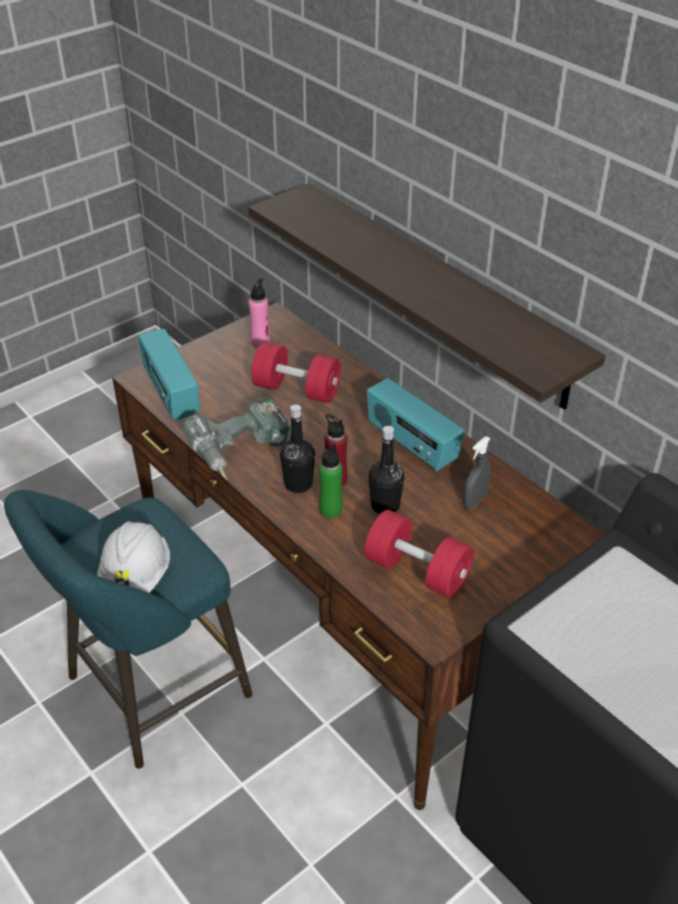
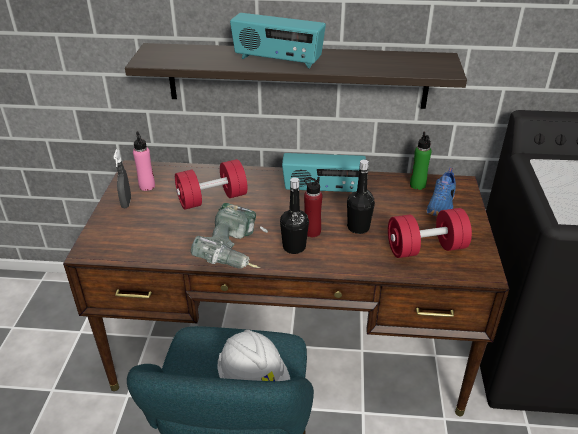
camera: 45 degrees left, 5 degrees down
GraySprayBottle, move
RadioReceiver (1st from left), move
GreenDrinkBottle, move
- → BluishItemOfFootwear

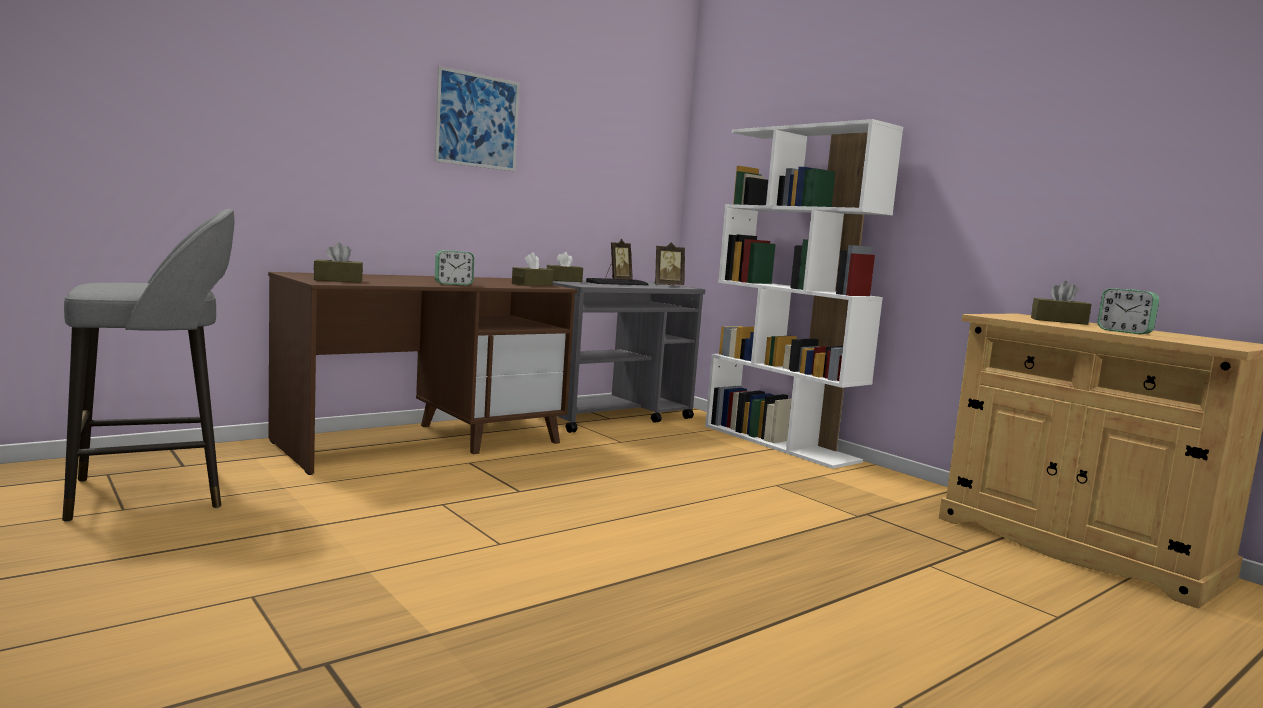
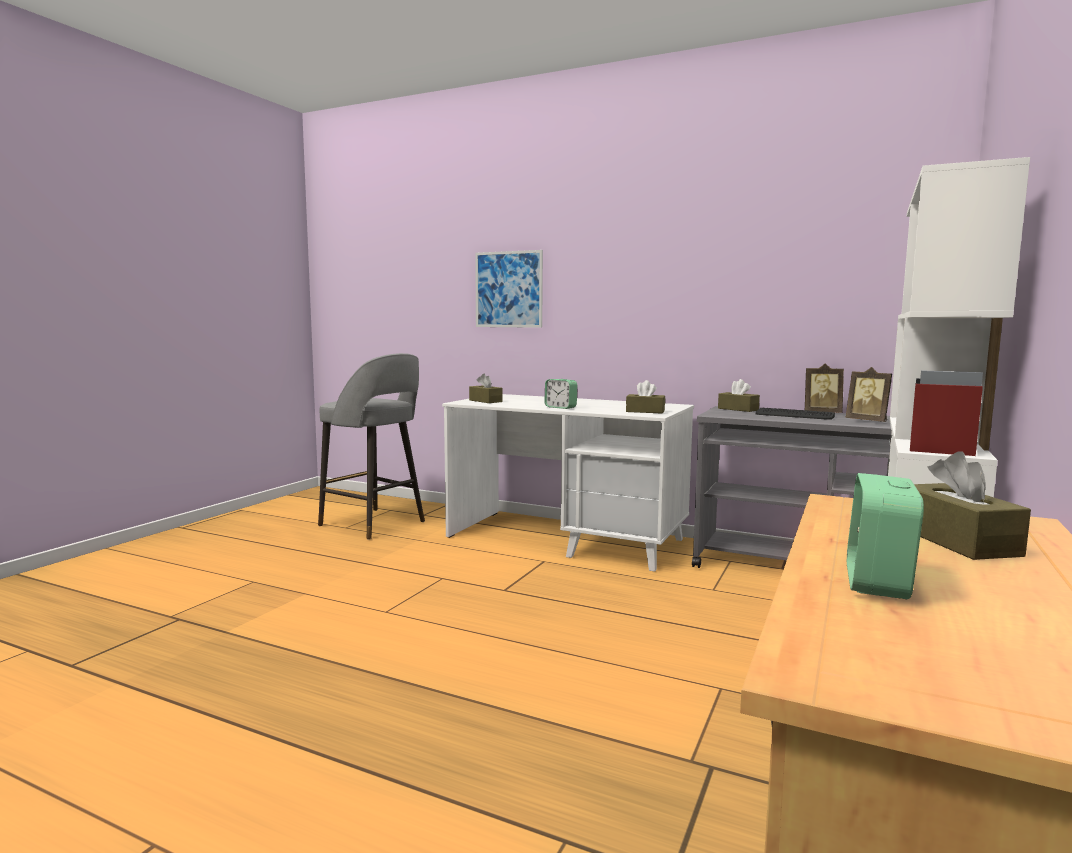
camera: 65 degrees right, 0 degrees up
BrownishDesk → WhiteColouredDesk
WallPicture, move

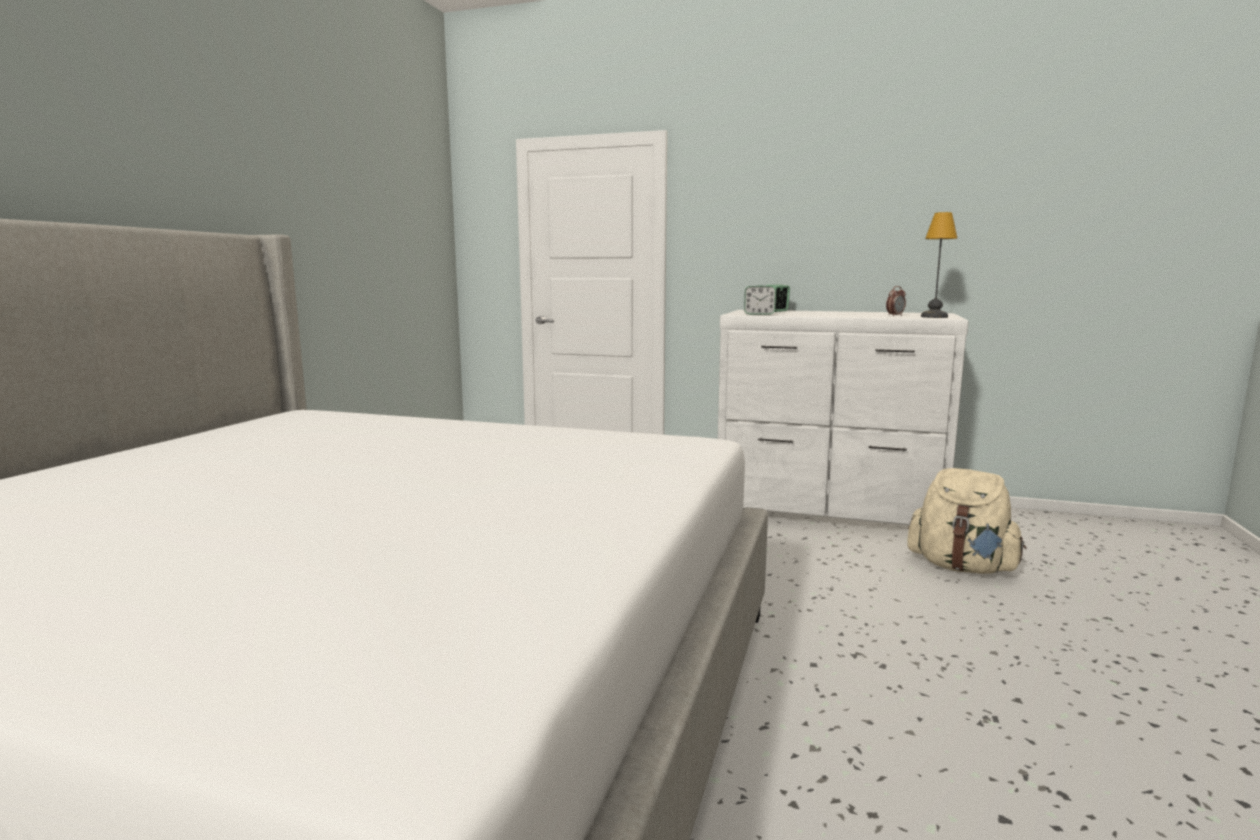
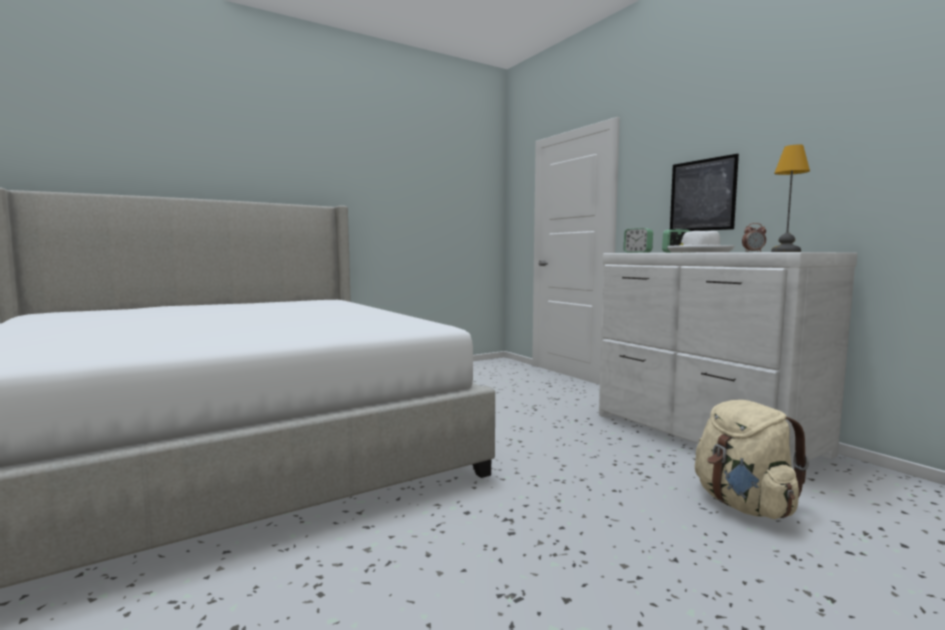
camera: 40 degrees right, 5 degrees down
- → WhiteColouredClothingHat
- → WallPicture

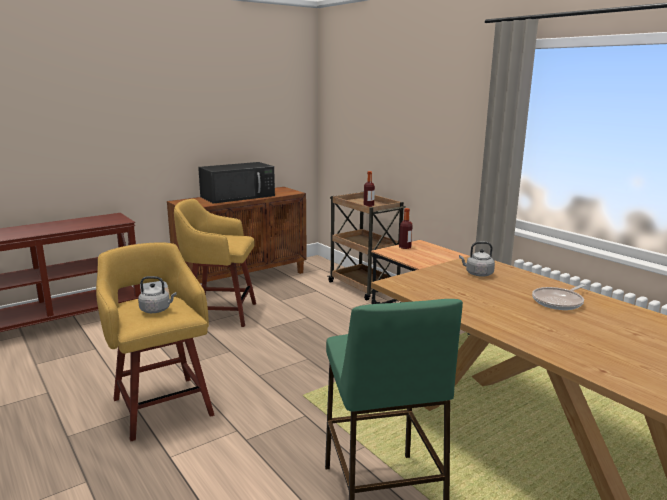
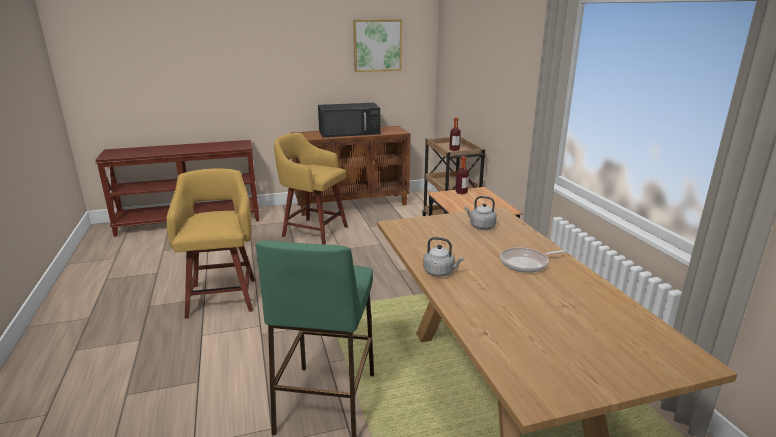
camera: 20 degrees right, 5 degrees up
- → WallPicture
GrayWaterKettle (1st from left), move

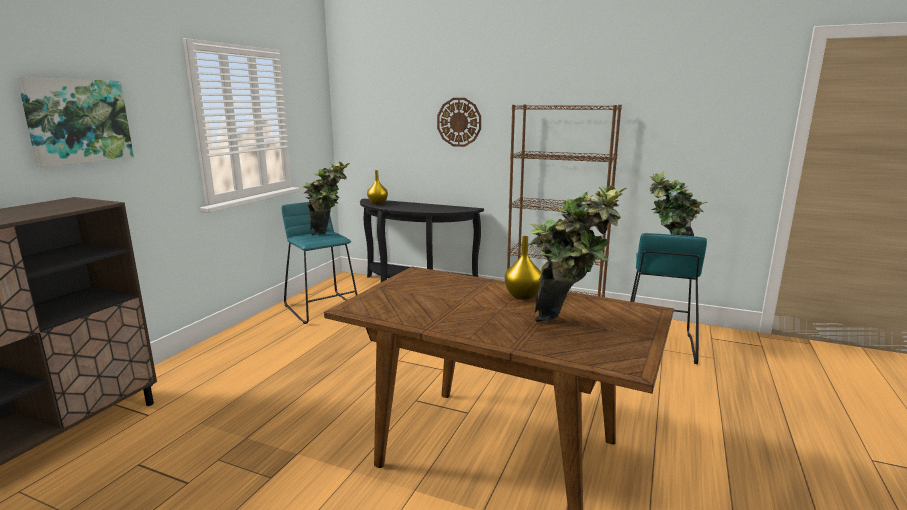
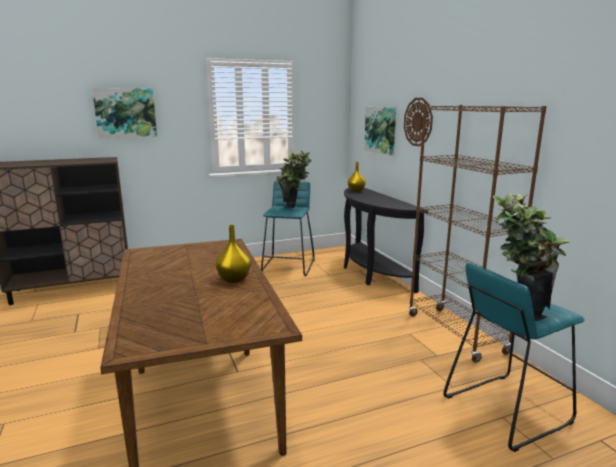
camera: 45 degrees right, 0 degrees up
- → WallPicture (2nd from left)
PlantInAPot (2nd from left) → -

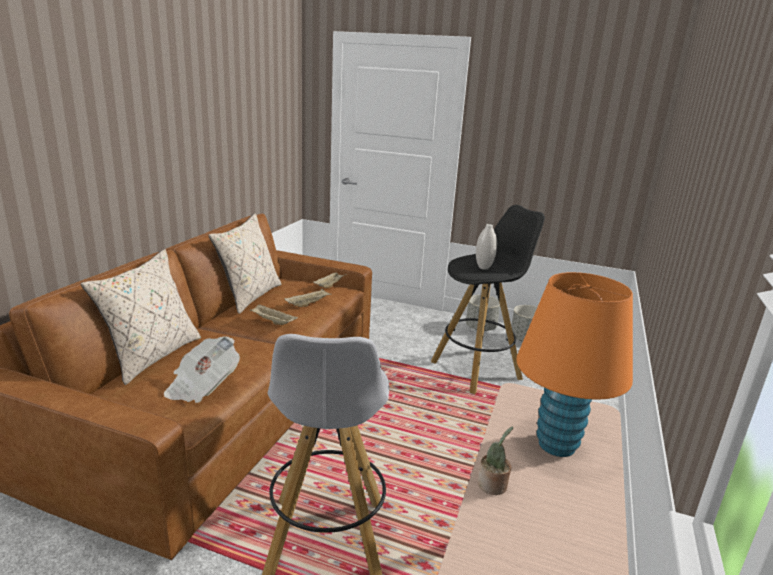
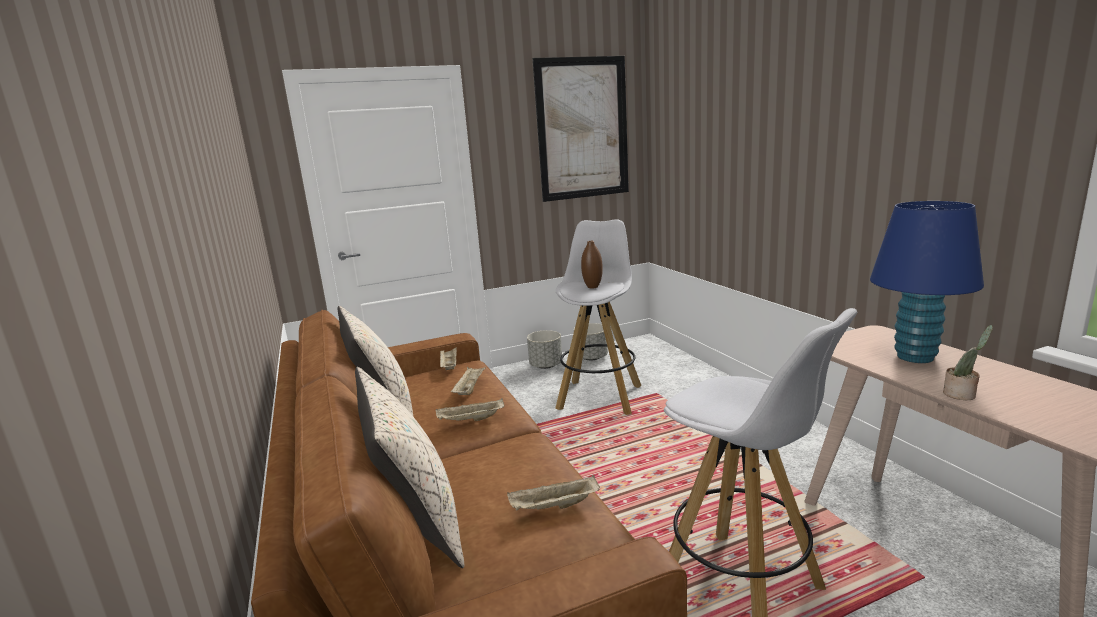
camera: 40 degrees left, 5 degrees down
Newspaper → BeigeCarryingTray (4th from left)
- → WallPicture
BlackStool → WhiteColouredStool (1st from left)
WhiteColouredFlowerVase → BrownishFlowerVase
OrangeLampForATable → BluishLampForATable

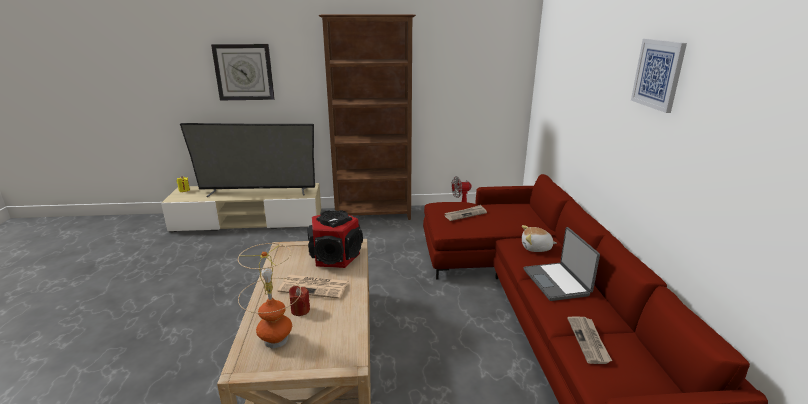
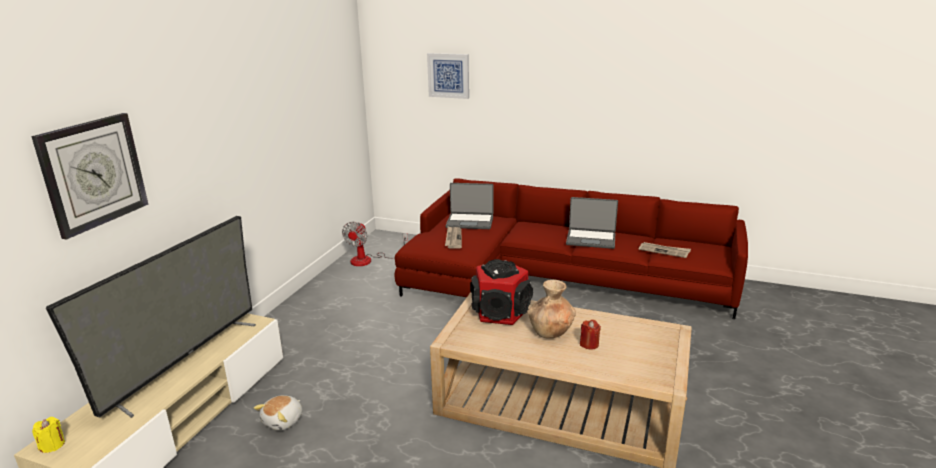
camera: 65 degrees left, 0 degrees up
SoftToy, move
WallPicture, move
- → NotebookComputer (1st from left)
Newspaper (1st from left) → BrownishFlowerVase
LampForATable → -
BrownishBookcase → -

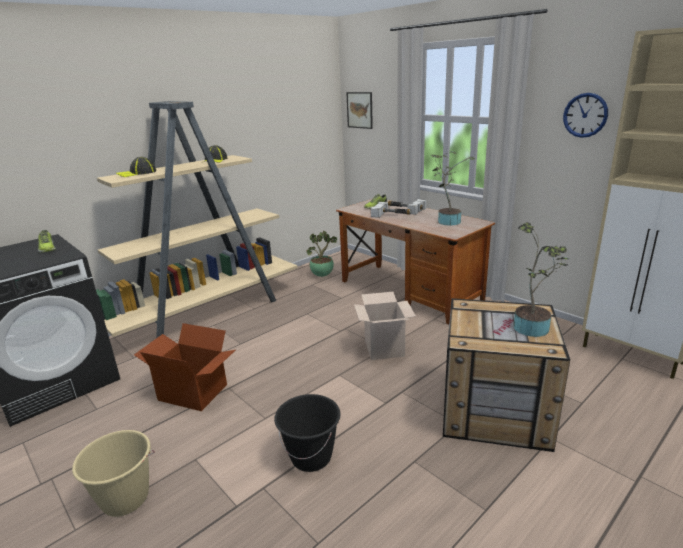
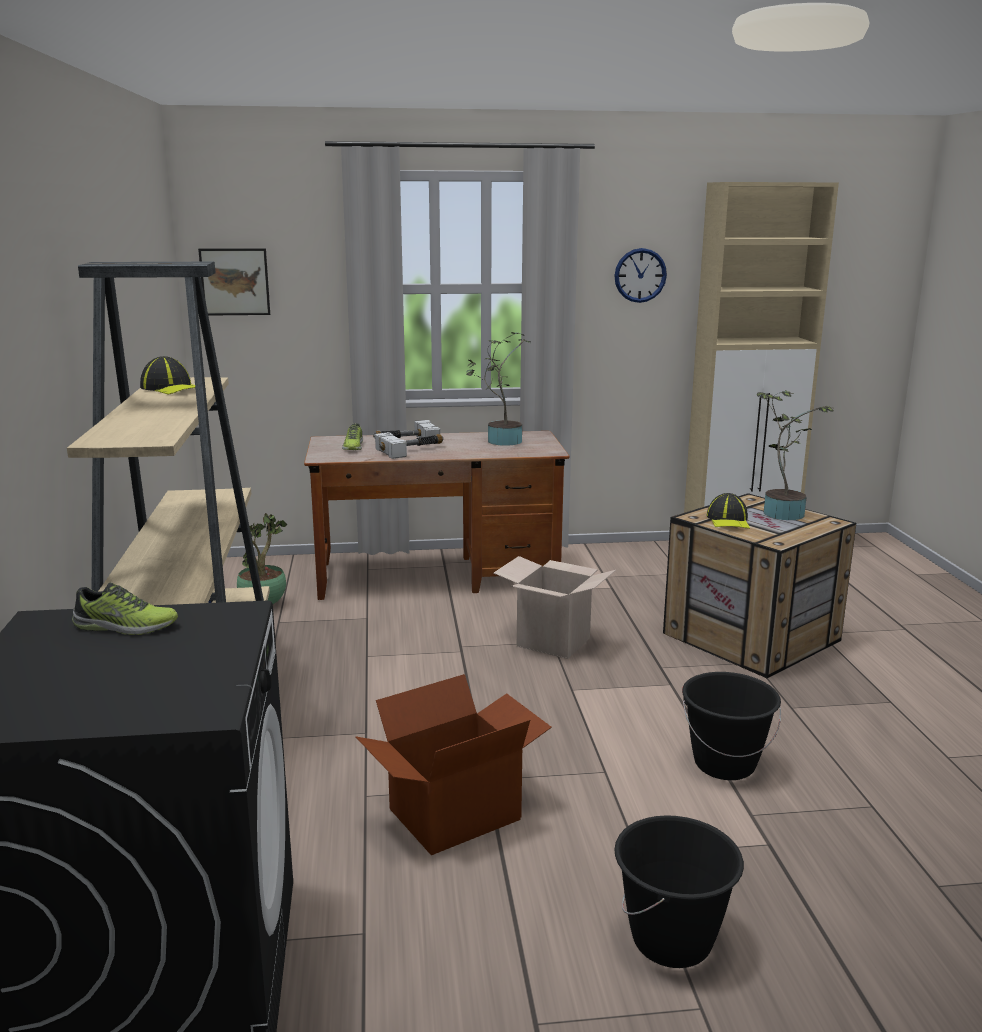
camera: 55 degrees left, 5 degrees down
BeigeWaterBucket → BlackWaterBucket (1st from left)
Cap (1st from left in the first image) → Cap (2nd from left), move

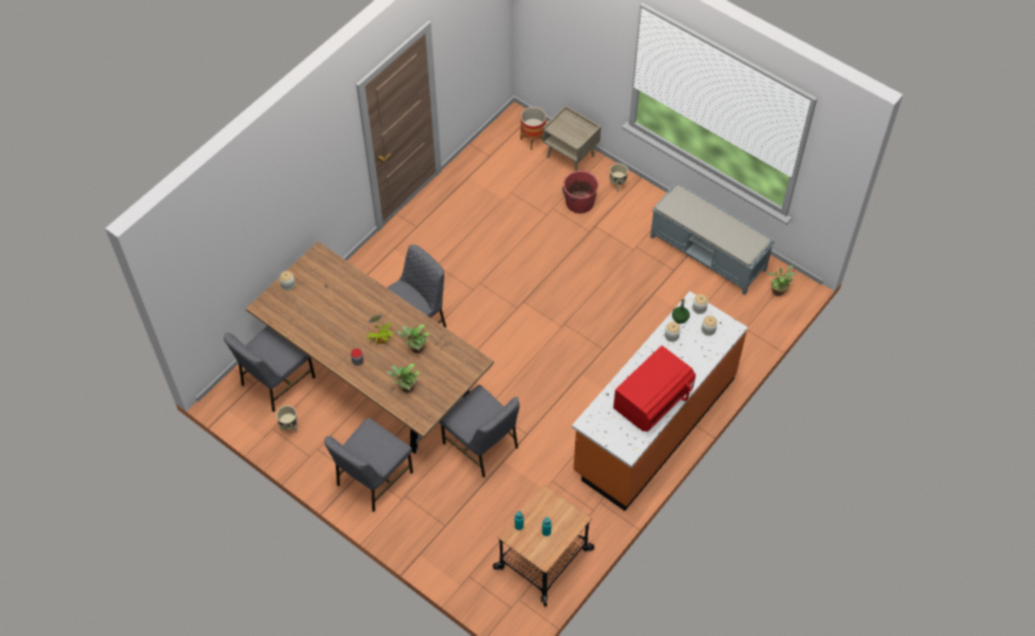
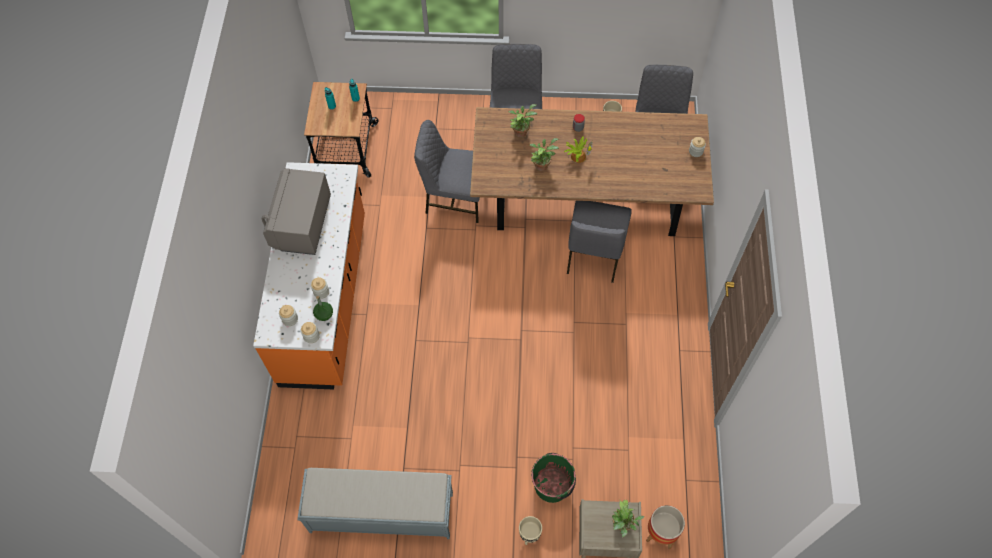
camera: 145 degrees right, 5 degrees up
RedMicrowaveOven → GrayMicrowaveOven
RedWaterBucket → GreenWaterBucket
PlantInAPot (4th from left), move

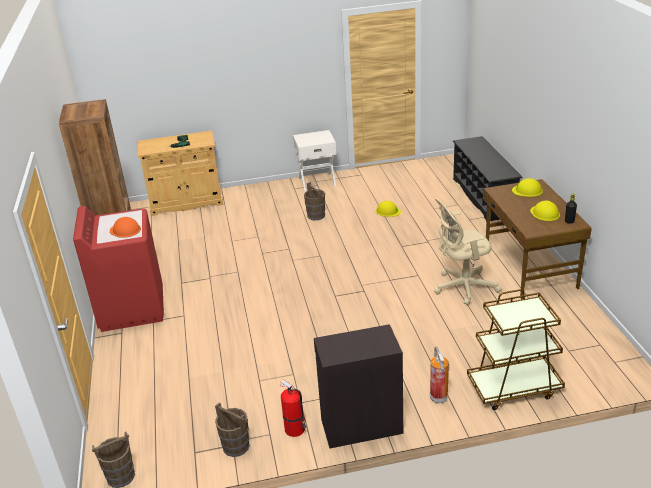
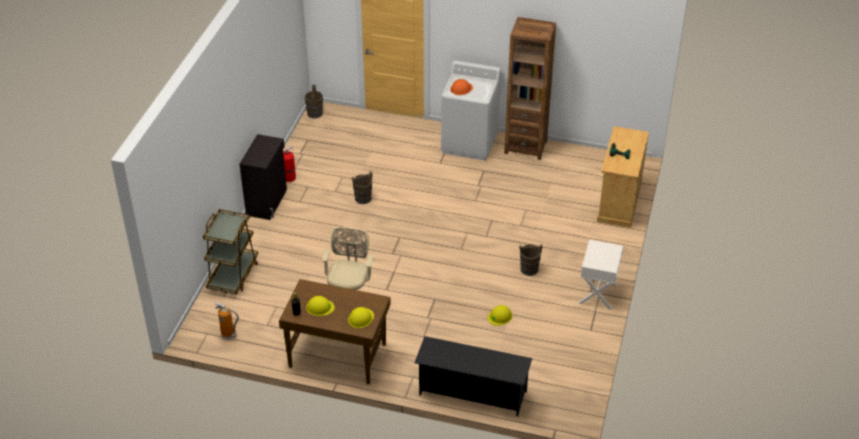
camera: 115 degrees right, 10 degrees up
Extinguisher (2nd from left in the first image) → Extinguisher (1st from left), move
BrownishWaterBucket (2nd from left), move
RedWashingMachine → WhiteColouredWashingMachine

